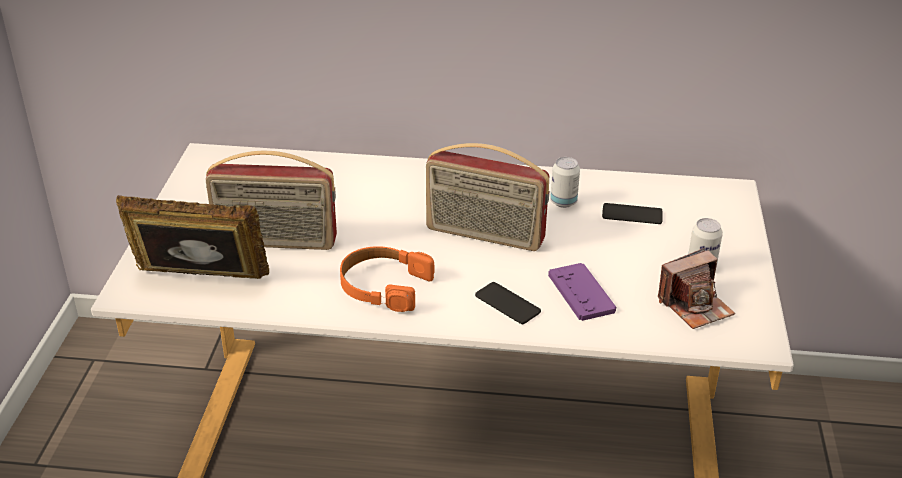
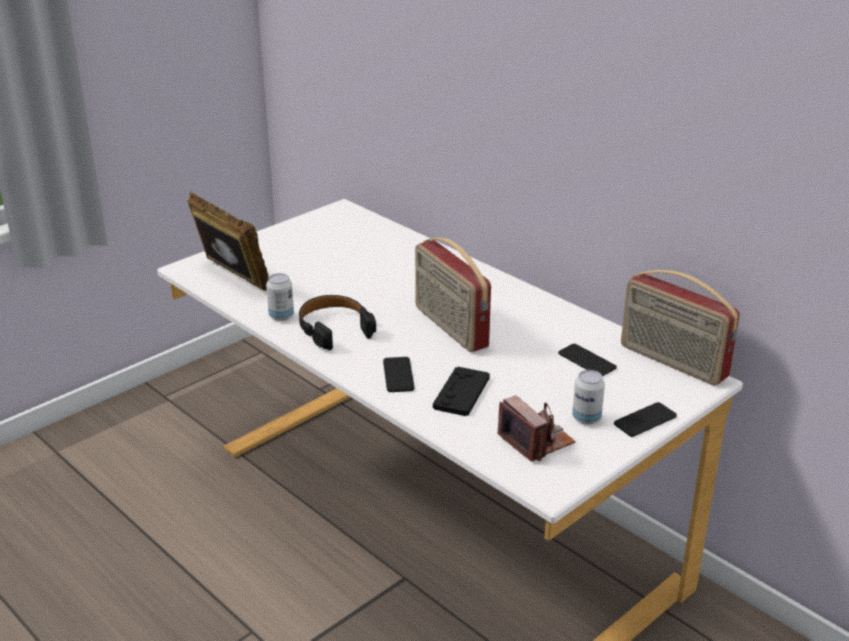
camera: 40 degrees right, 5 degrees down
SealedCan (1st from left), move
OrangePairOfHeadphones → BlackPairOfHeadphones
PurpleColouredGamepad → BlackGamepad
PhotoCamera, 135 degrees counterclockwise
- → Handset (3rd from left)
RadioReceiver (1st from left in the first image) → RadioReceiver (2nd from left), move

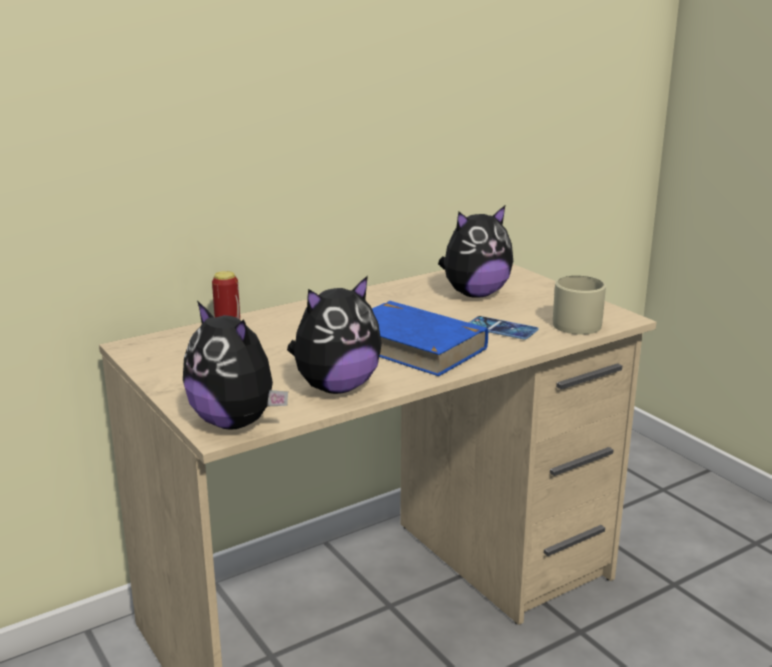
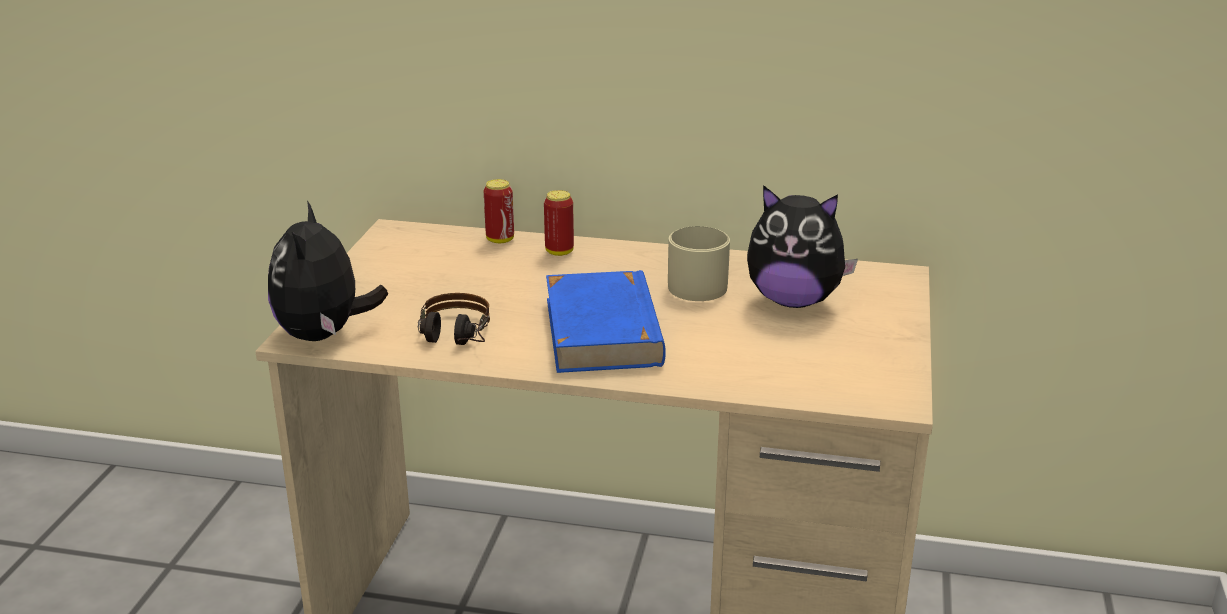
camera: 45 degrees right, 5 degrees up
SoftToy (2nd from left) → PairOfHeadphones
- → SealedCan (2nd from left)
BeigeTeaMug, move
Handset → -

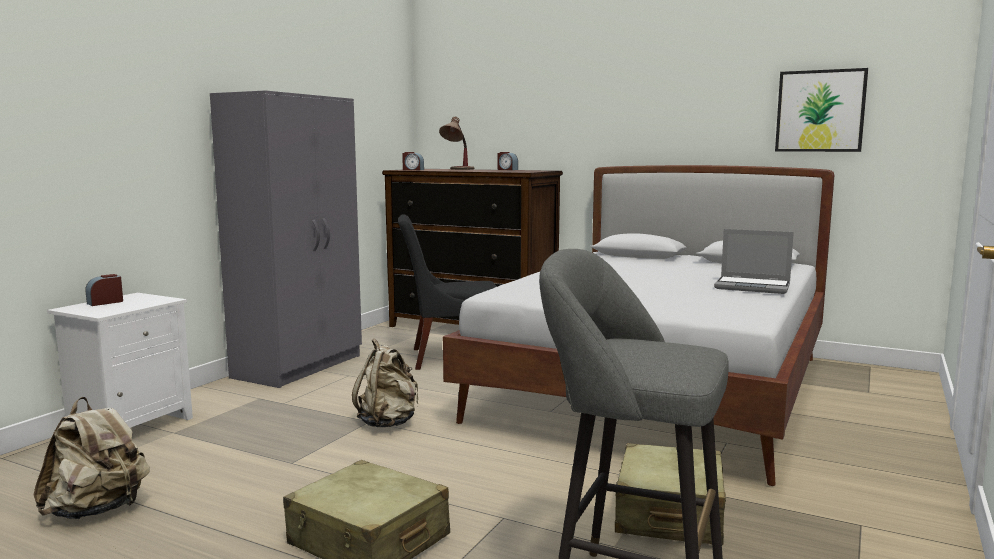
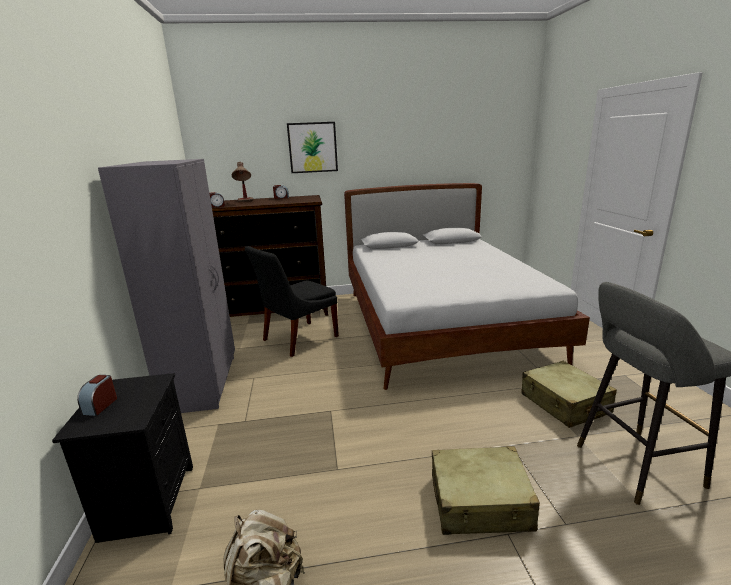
camera: 35 degrees left, 10 degrees up
WhiteColouredNightstand → BlackNightstand
WallPicture, move
BeigeKnapsack (2nd from left) → -
NotebookComputer → -

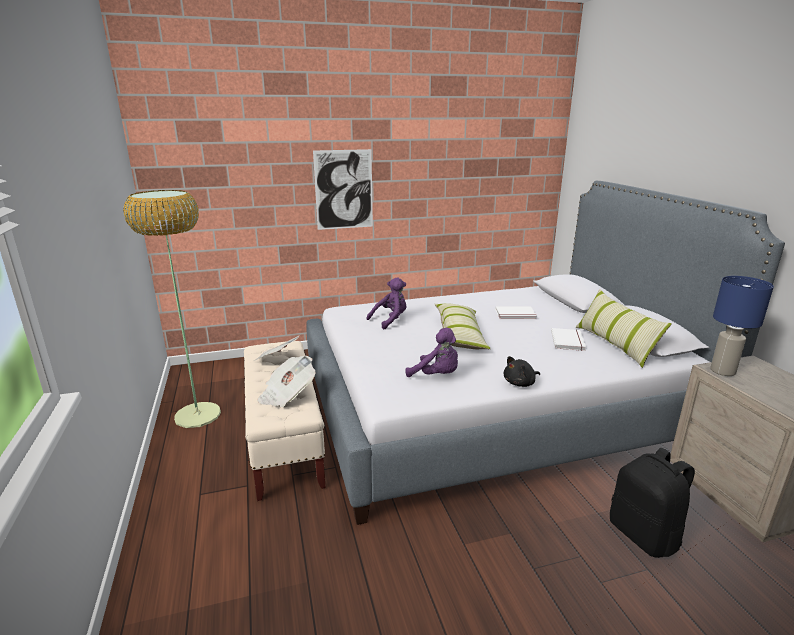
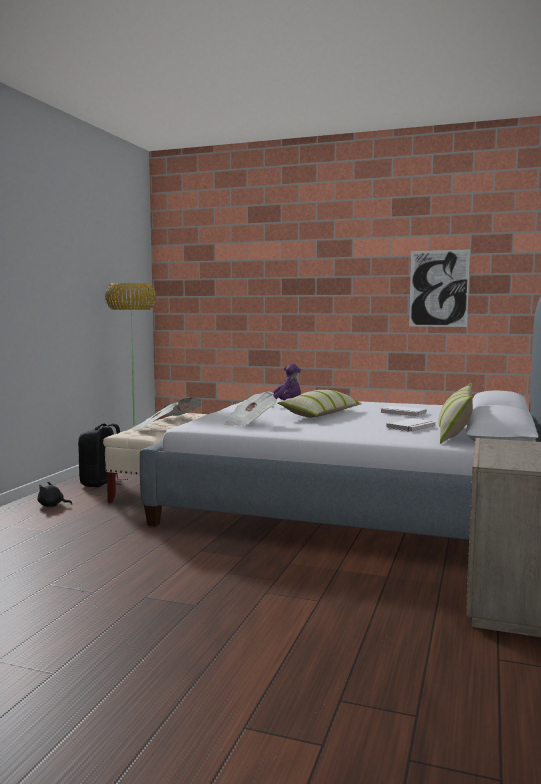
camera: 35 degrees right, 15 degrees down
BlackSoftToy, move
BlackKnapsack, move
PurpleColouredSoftToy (2nd from left) → Newspaper (3rd from left)
WallPicture, move
BluishLampForATable → -

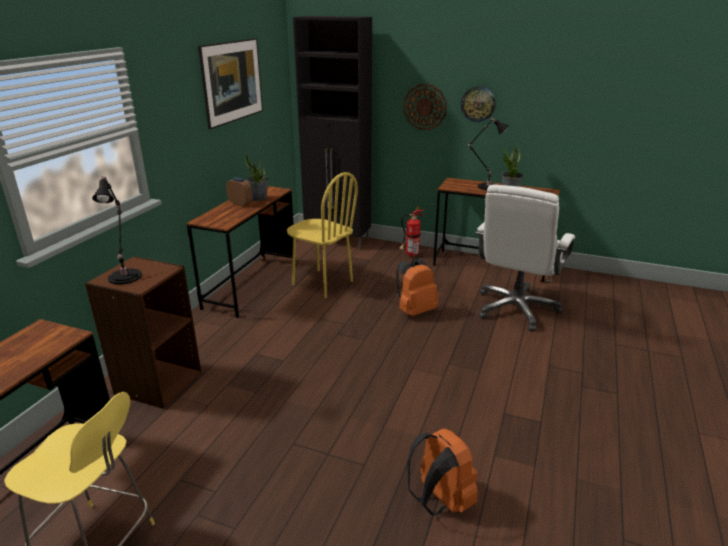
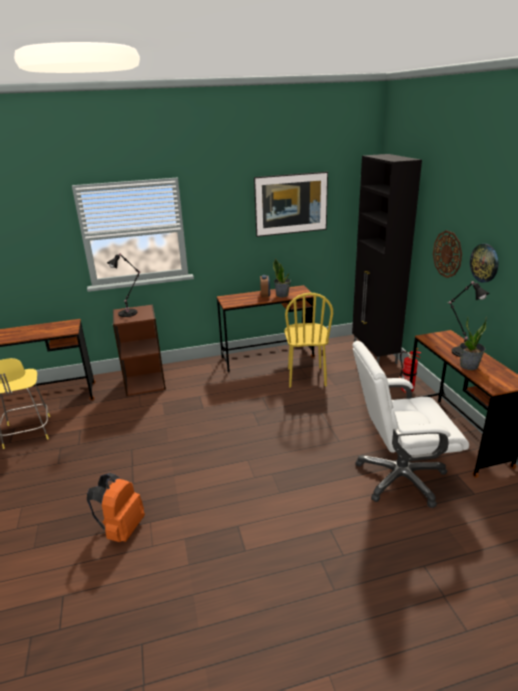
camera: 55 degrees right, 0 degrees up
OrangeKnapsack (1st from left) → -

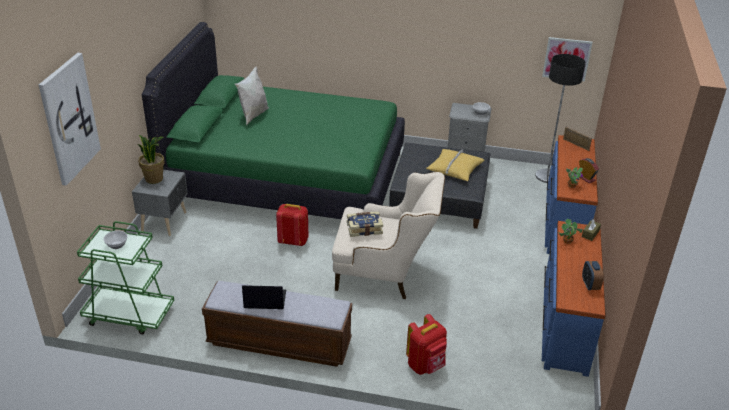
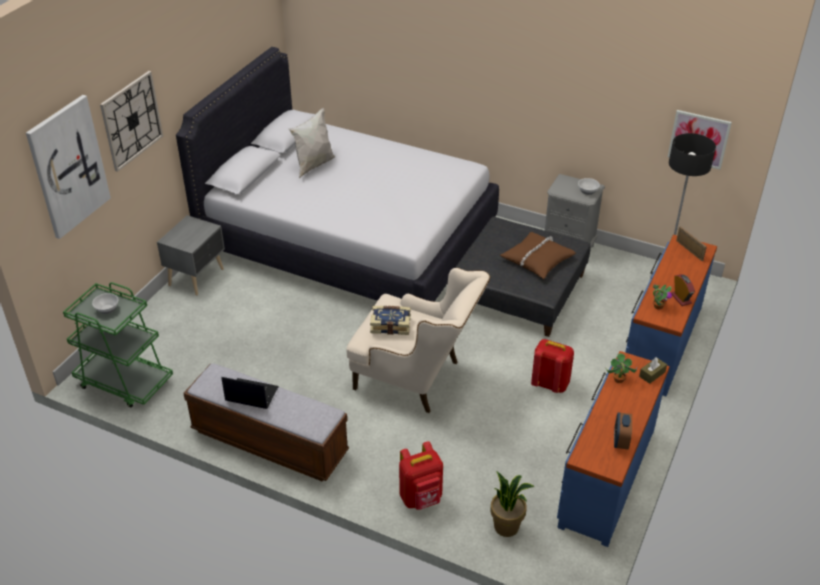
camera: 15 degrees right, 5 degrees up
- → HangingClock
GreenSleepingBed → WhiteColouredSleepingBed
PlantInAPot (1st from left), move
YellowPillow → BrownishPillow
RedKnapsack (1st from left in the first image) → RedKnapsack (2nd from left), move

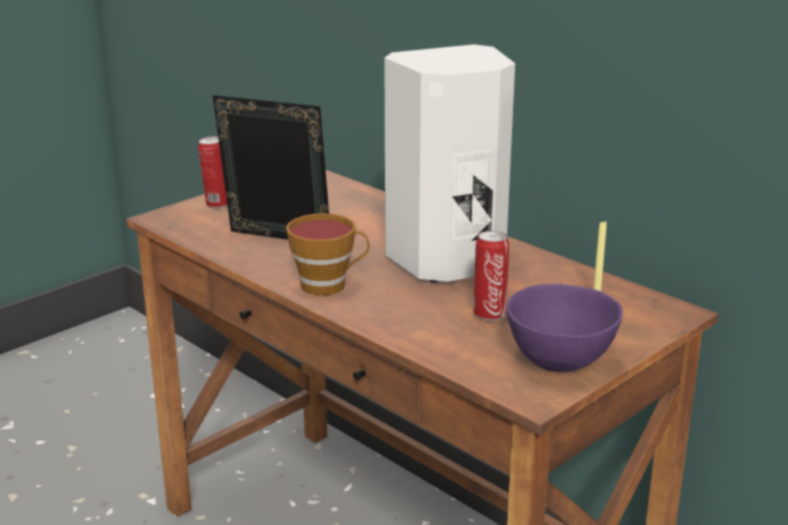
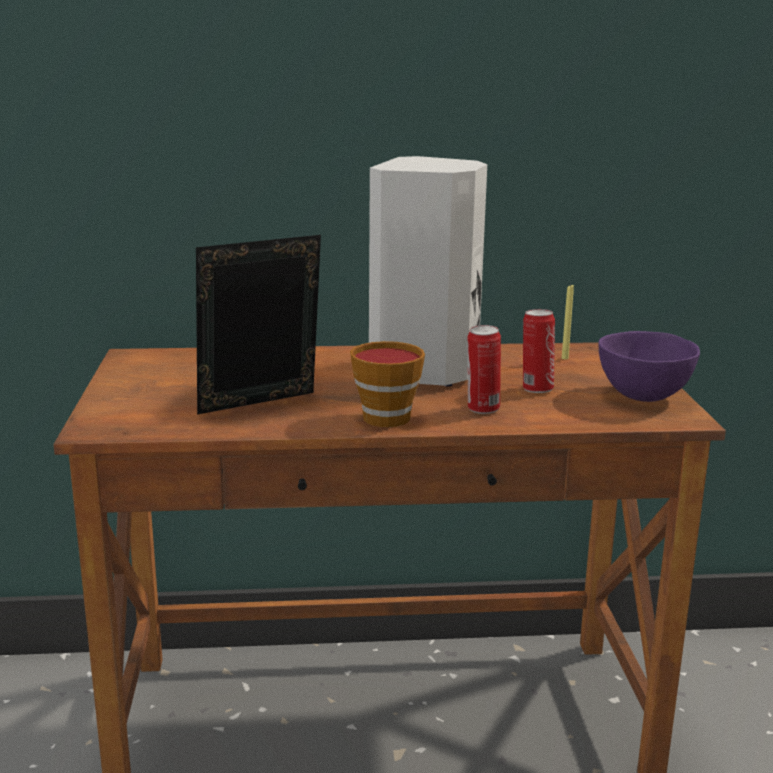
camera: 50 degrees left, 5 degrees down
SealedCan (1st from left), move

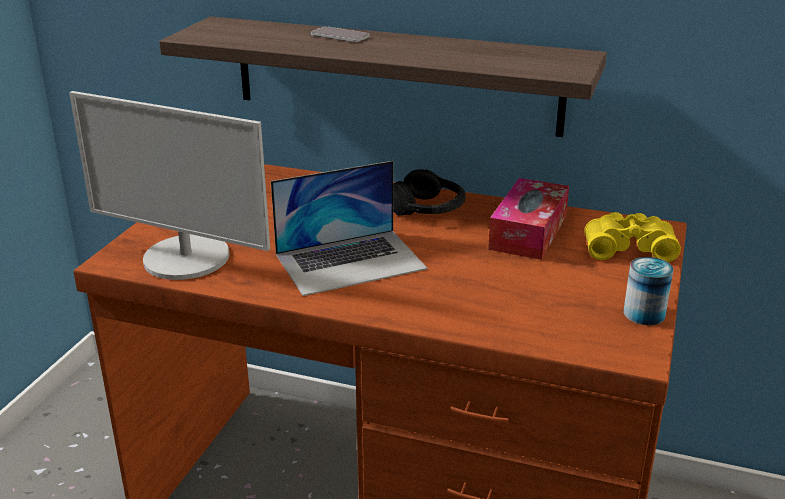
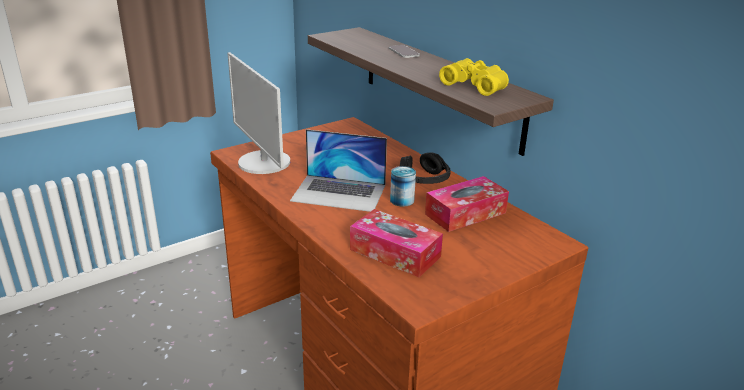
camera: 35 degrees right, 0 degrees up
- → TissueBox (1st from left)
SealedCan, move
YellowFieldGlasses, move

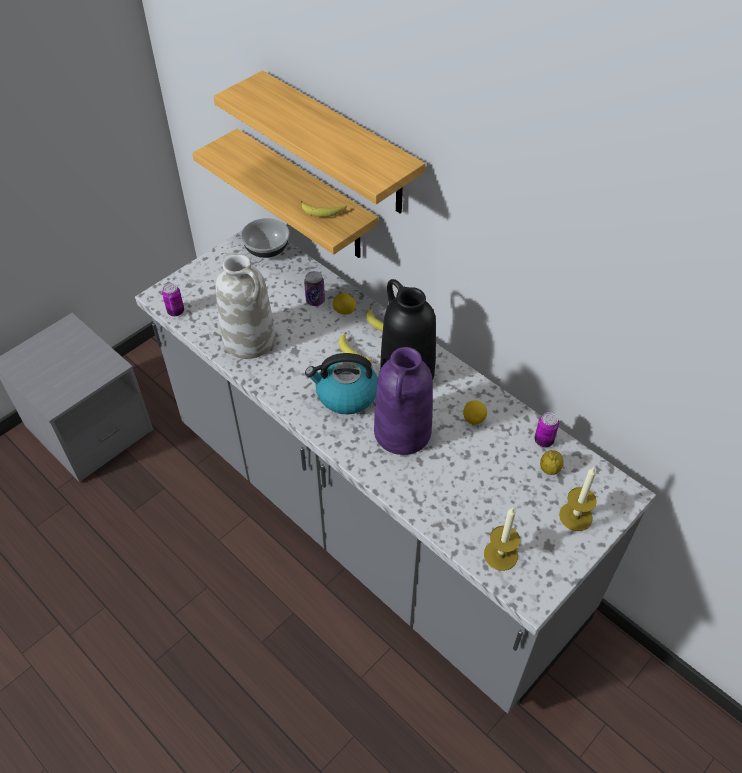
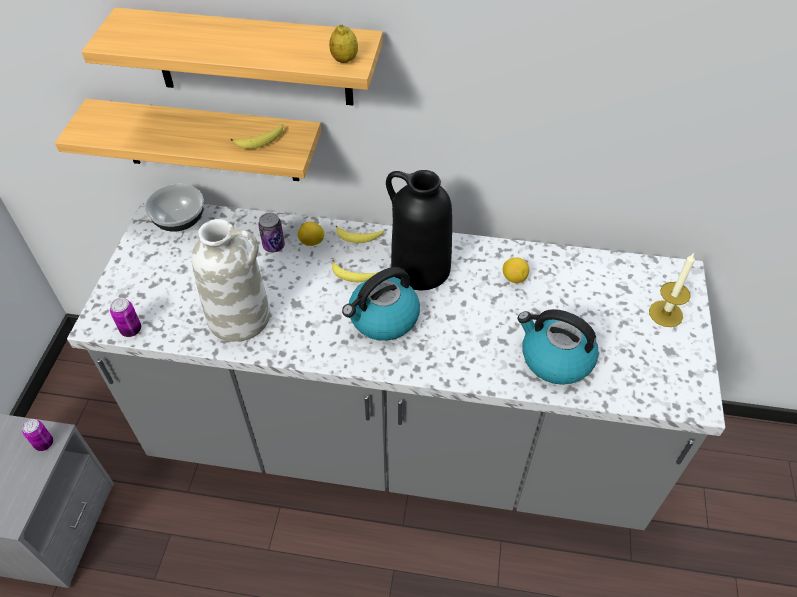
camera: 35 degrees left, 0 degrees up
SealedCan (3rd from left in the first image) → SealedCan (1st from left), move
CitrusFruit (3rd from left in the first image) → CitrusFruit (2nd from left), move
- → WaterKettle (2nd from left)
PurpleColouredFlowerVase → -
WaxCandle (1st from left) → -

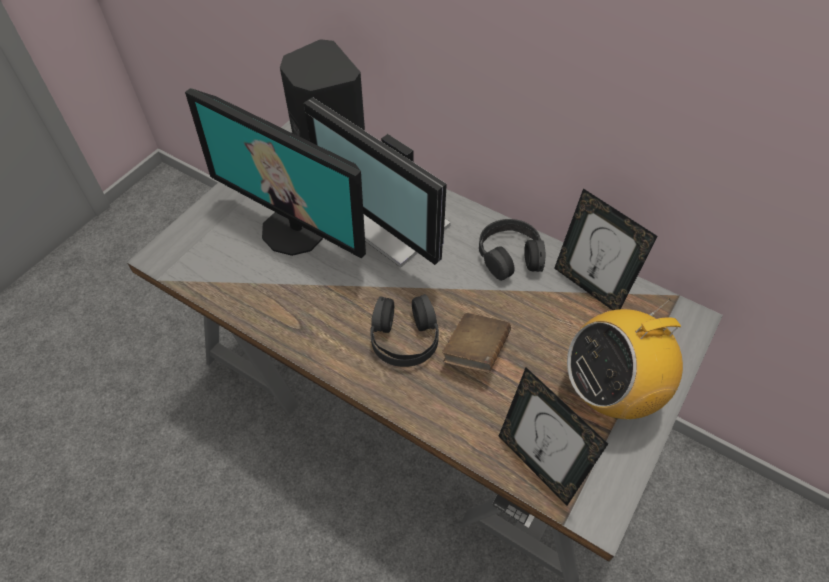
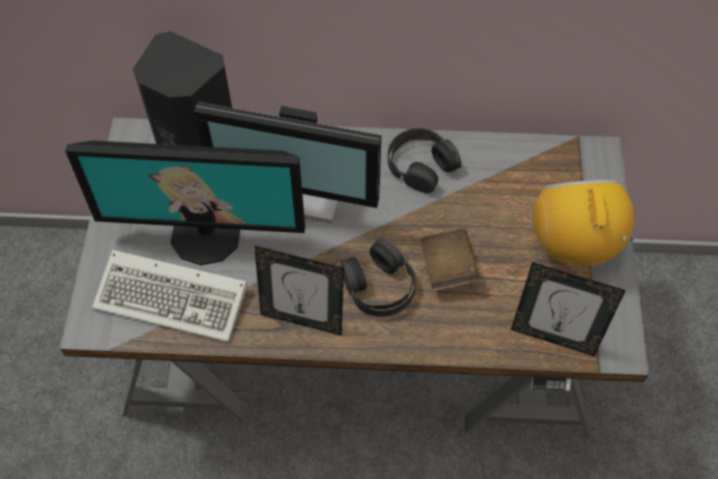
camera: 30 degrees left, 5 degrees up
- → ComputerKeyboard
PictureFrame (2nd from left in the first image) → PictureFrame (1st from left), move
RadioReceiver, 135 degrees clockwise

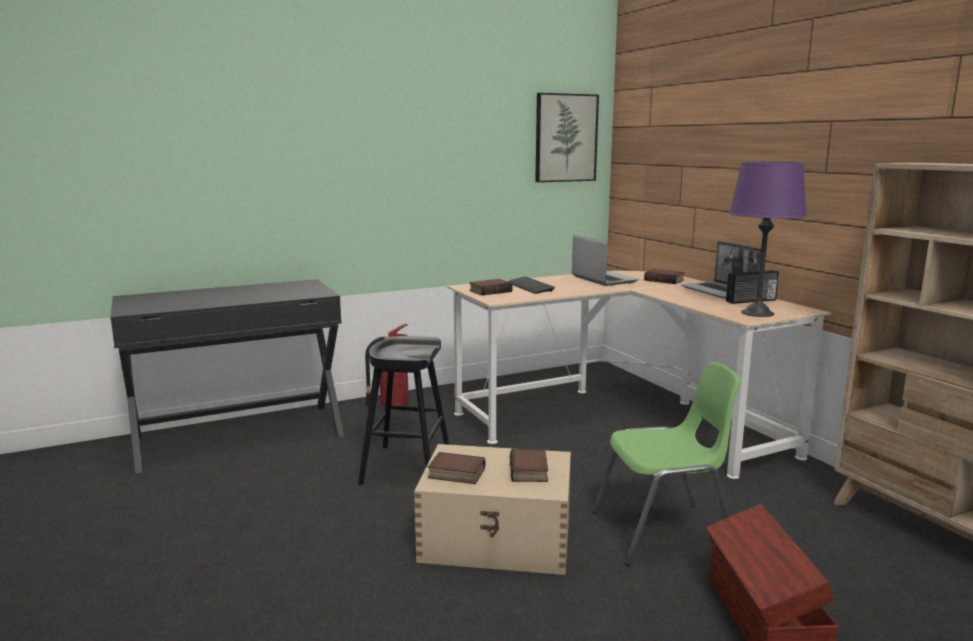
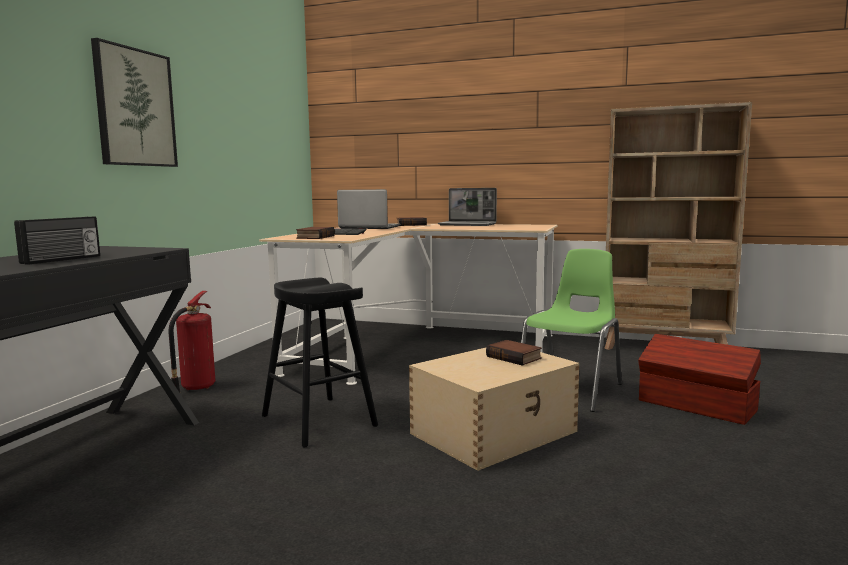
camera: 45 degrees left, 5 degrees down
RadioReceiver, move
WallPicture, move
BoundBook (1st from left) → -
PurpleColouredLampForATable → -

